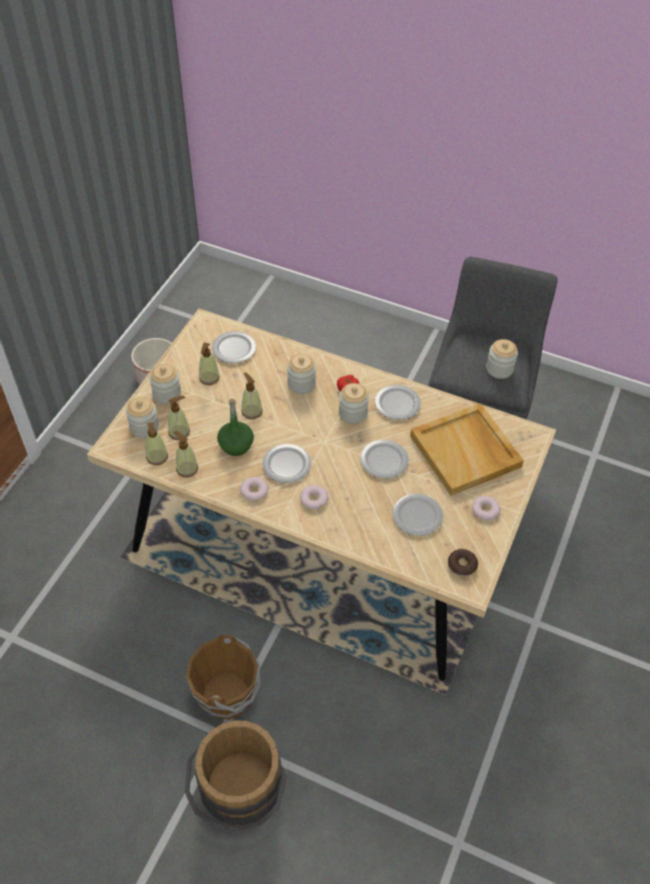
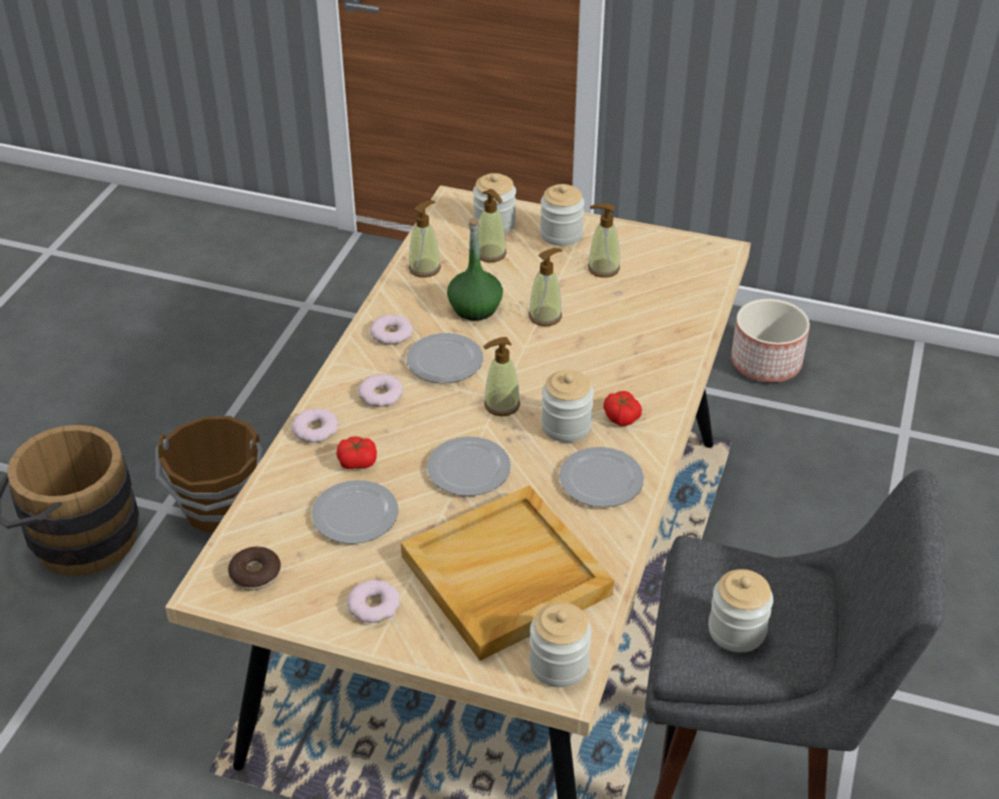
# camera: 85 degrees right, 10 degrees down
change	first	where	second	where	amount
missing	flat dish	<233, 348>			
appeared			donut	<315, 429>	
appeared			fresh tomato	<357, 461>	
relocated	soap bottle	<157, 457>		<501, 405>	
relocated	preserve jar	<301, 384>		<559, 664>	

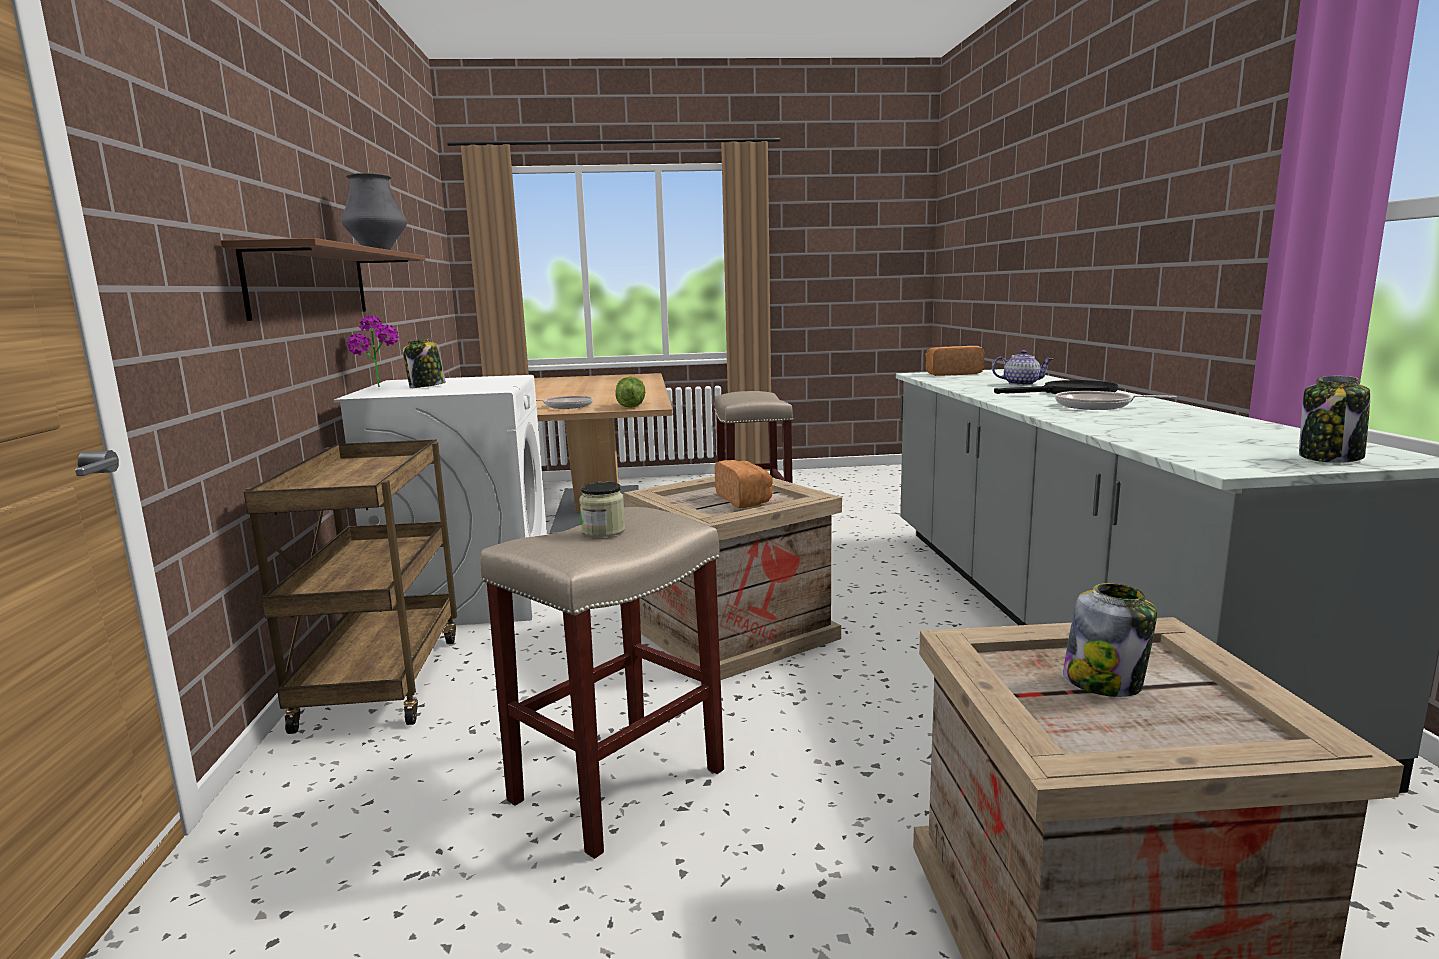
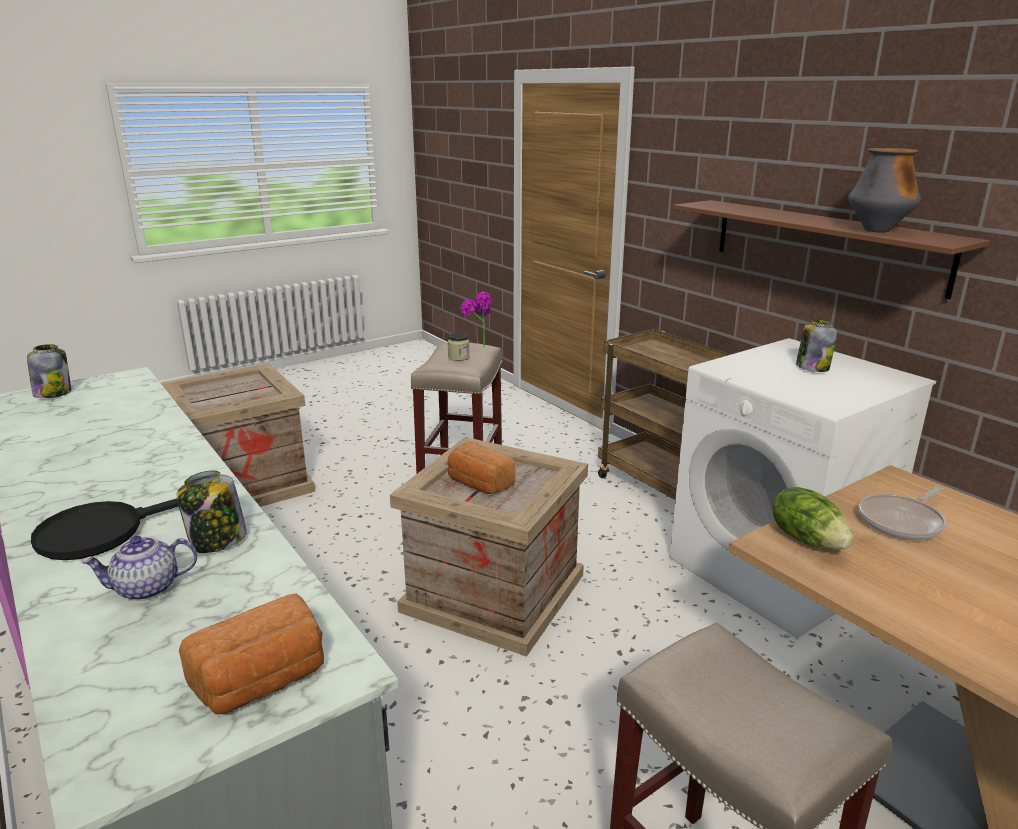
# camera: 150 degrees right, 10 degrees up
change	first	where	second	where	amount
missing	skillet	<1098, 406>			
relocated	houseplant	<380, 387>		<478, 345>	
relocated	preserve jar	<1104, 682>		<217, 541>	

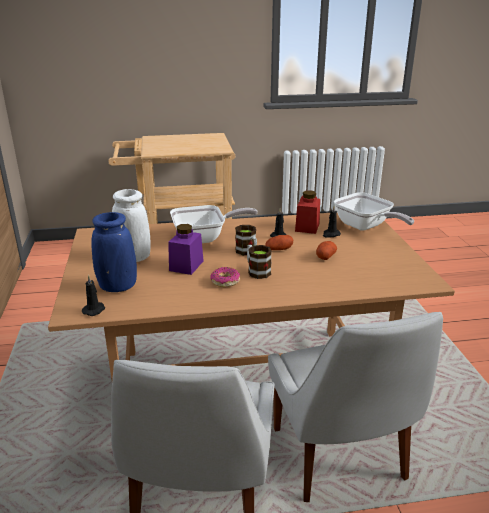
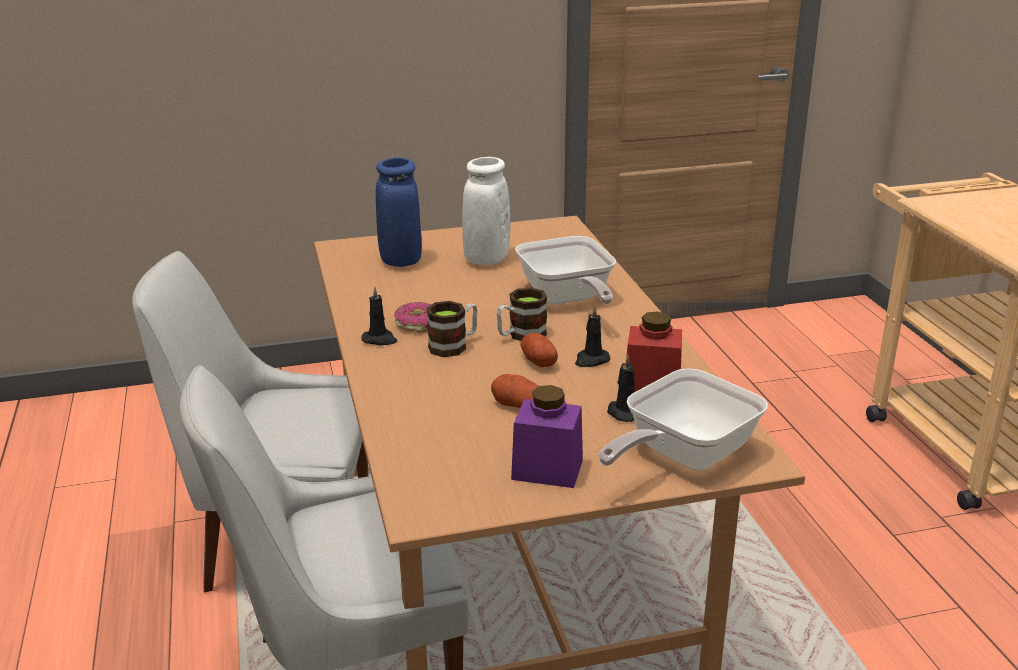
# camera: 85 degrees right, 0 degrees up
change	first	where	second	where	amount
relocated	blackish candle	<94, 310>		<380, 340>	
relocated	purplish preserve jar	<186, 266>		<547, 469>	

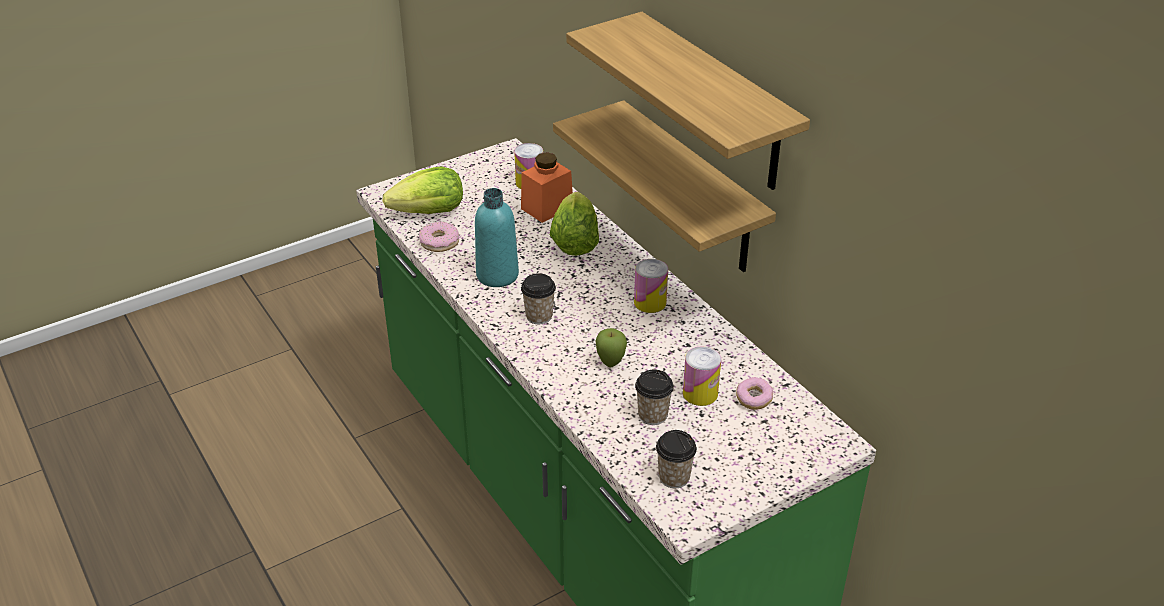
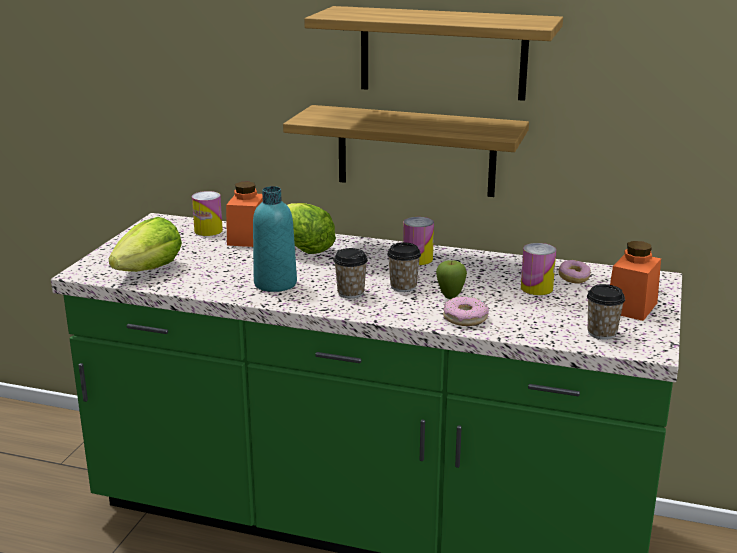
# camera: 40 degrees left, 15 degrees down
change	first	where	second	where	amount
appeared			orange preserve jar	<631, 307>	
relocated	donut	<439, 242>		<465, 318>	
relocated	cup	<652, 415>		<403, 287>	

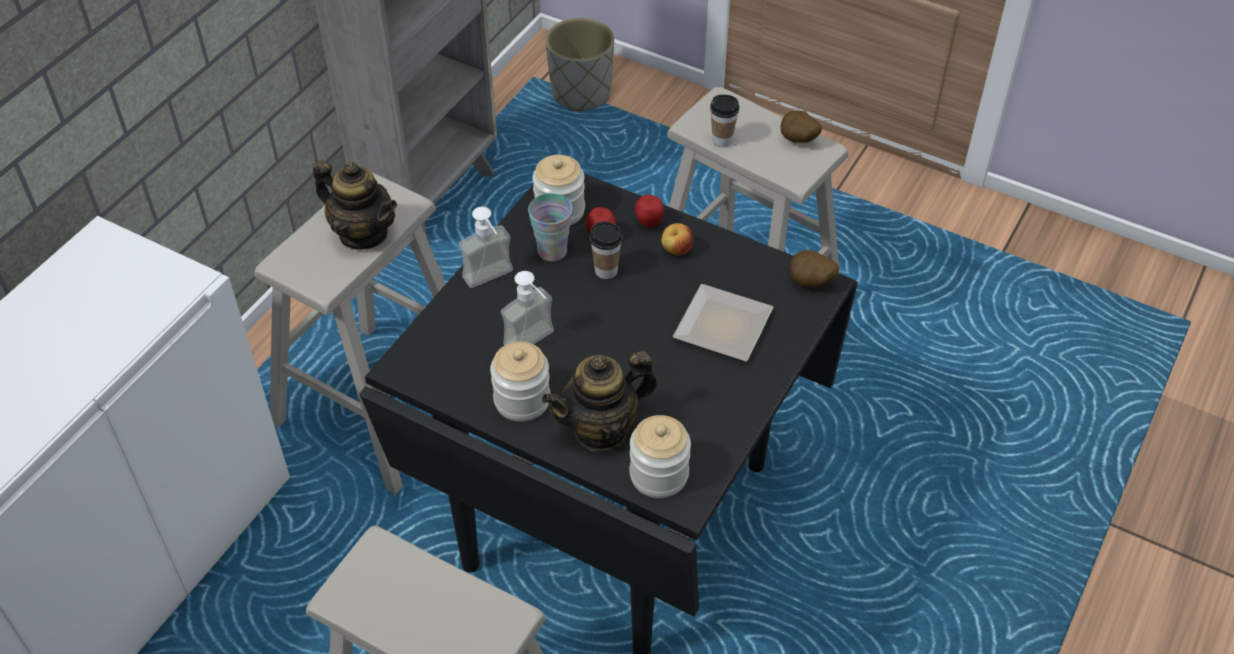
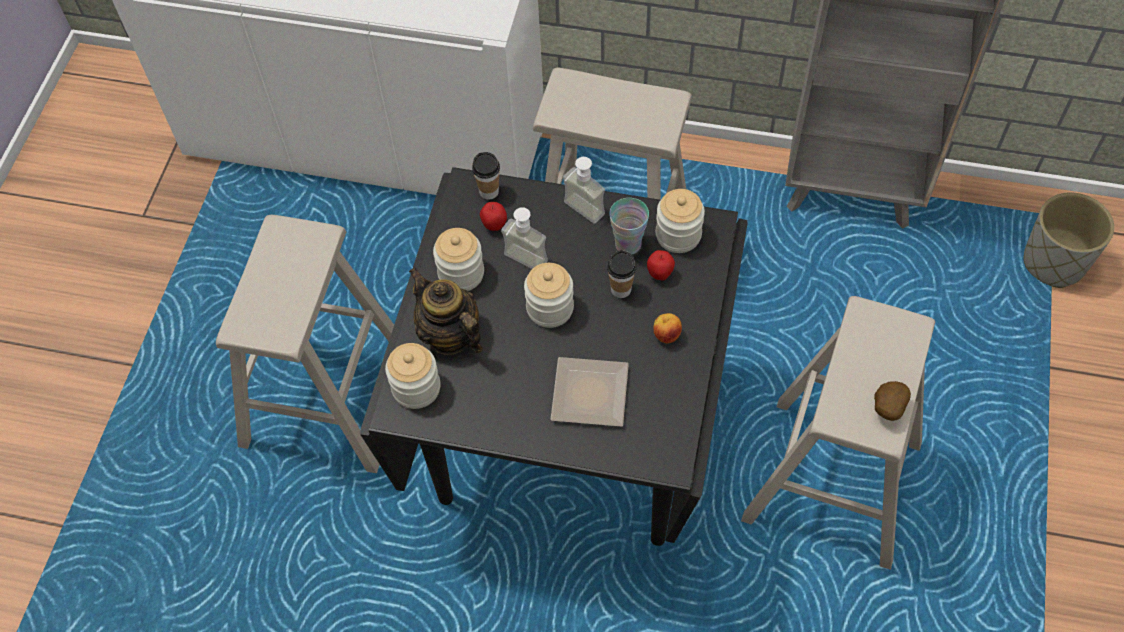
# camera: 75 degrees right, 10 degrees up
change	first	where	second	where	amount
missing	tea pot	<363, 233>			
missing	whole potato	<810, 283>			
appeared			preserve jar	<550, 308>	
relocated	apple	<649, 224>		<494, 225>	
relocated	cup	<722, 140>		<489, 191>	

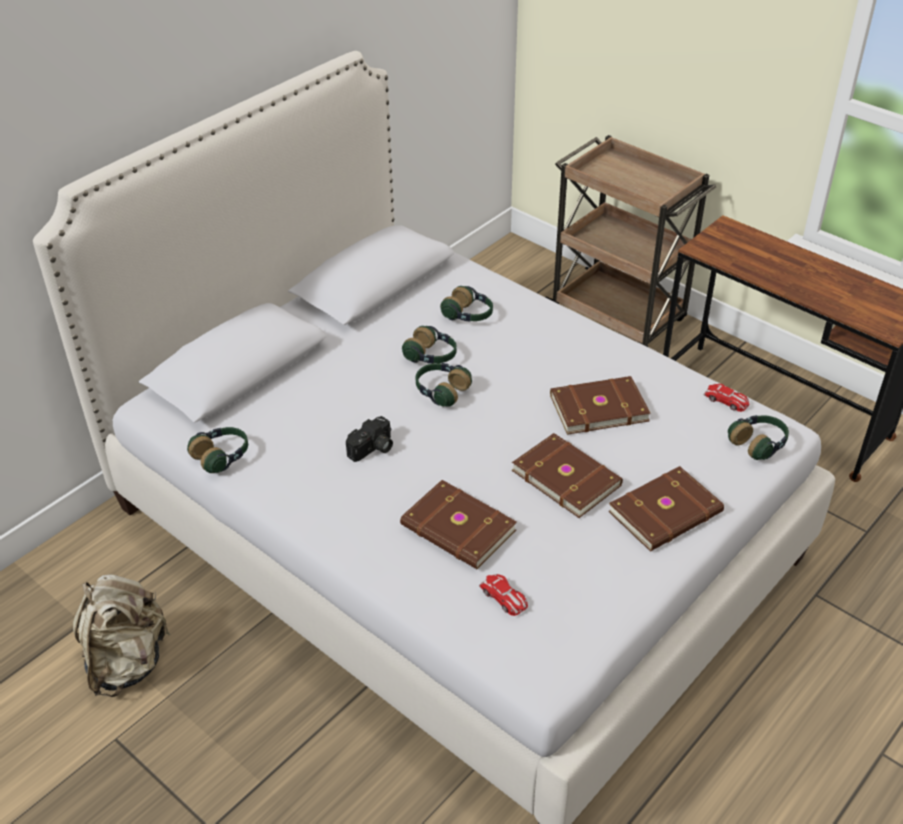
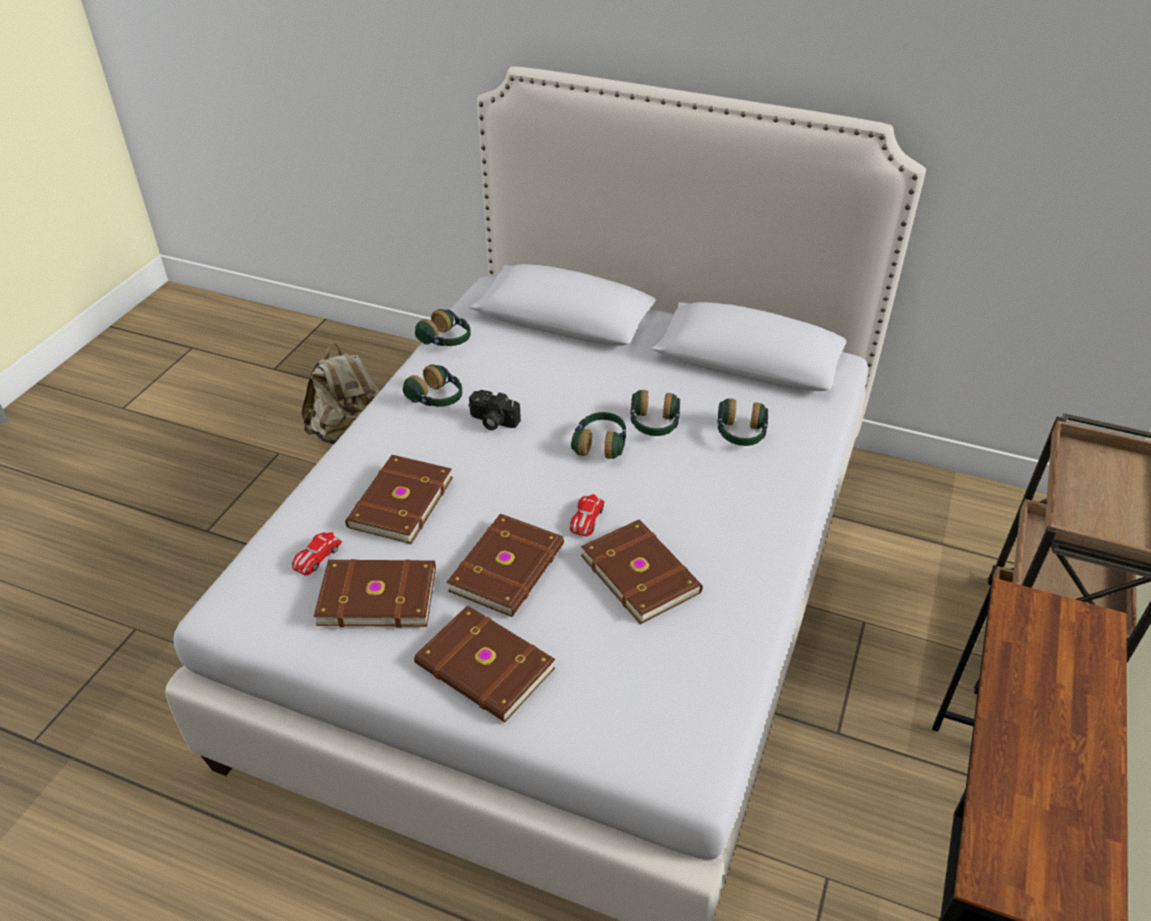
# camera: 70 degrees right, 0 degrees up
change	first	where	second	where	amount
appeared			brown book	<377, 594>	
relocated	toy car	<726, 400>		<586, 518>	
relocated	headset	<758, 444>		<437, 399>	

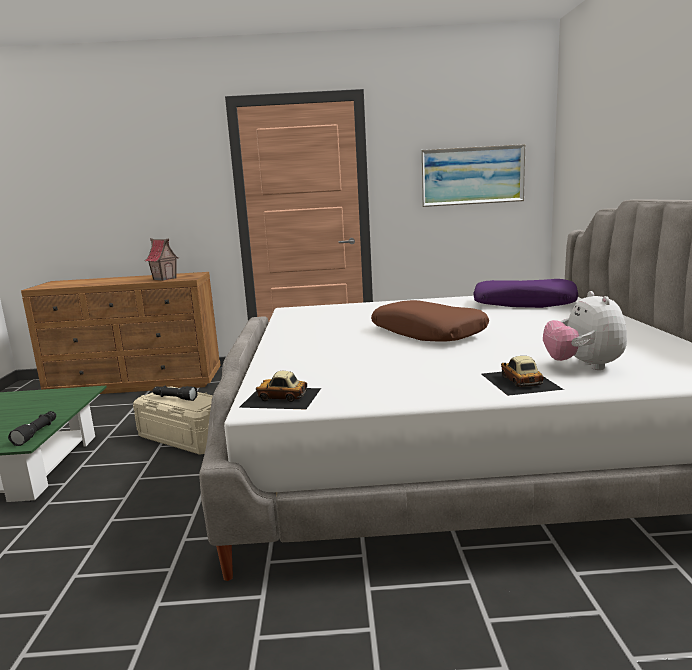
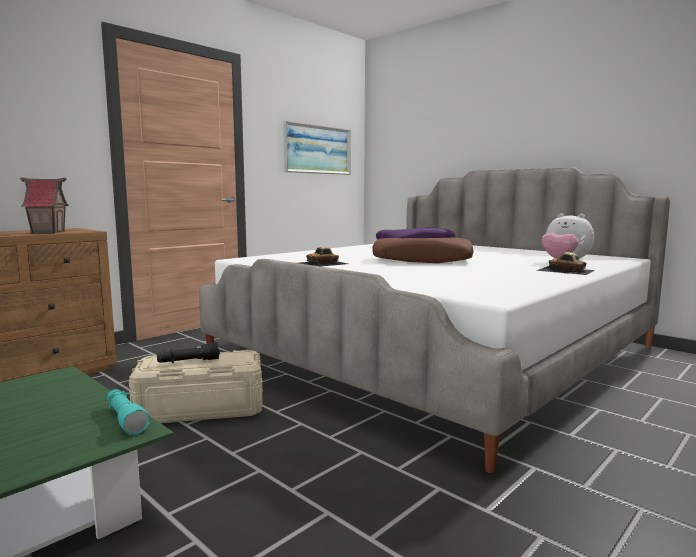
# camera: 45 degrees left, 5 degrees down
change	first	where	second	where	amount
relocated	toy car	<281, 397>		<322, 263>	
colour	blackish hand torch	<37, 433>	turquoise-coloured hand torch	<125, 419>	

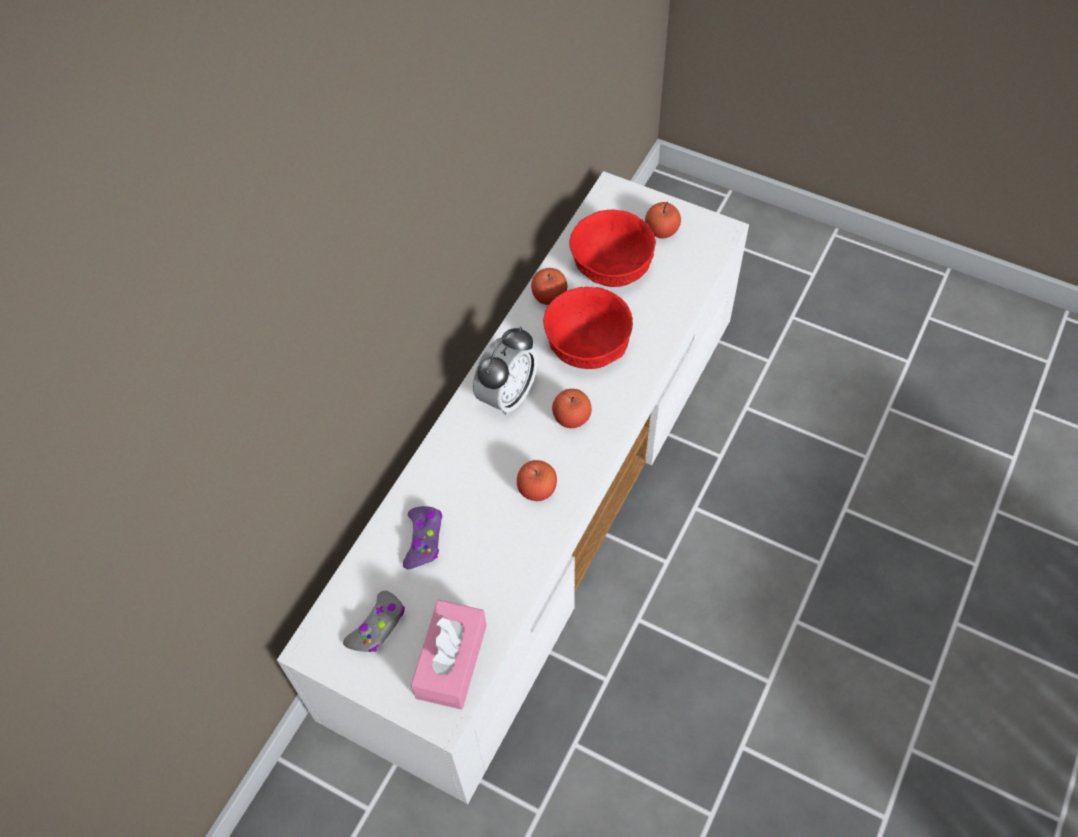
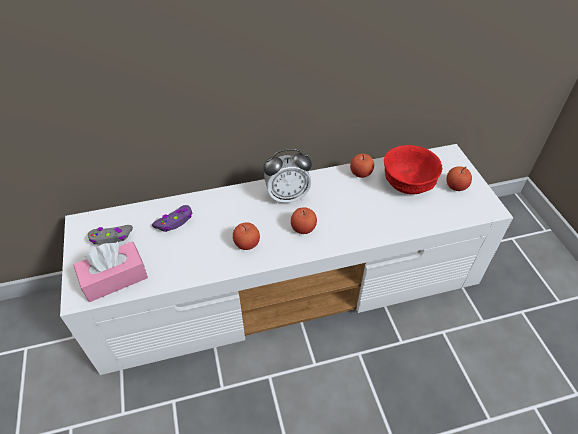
# camera: 45 degrees right, 10 degrees down
change	first	where	second	where	amount
missing	reddish serving bowl	<589, 346>			

